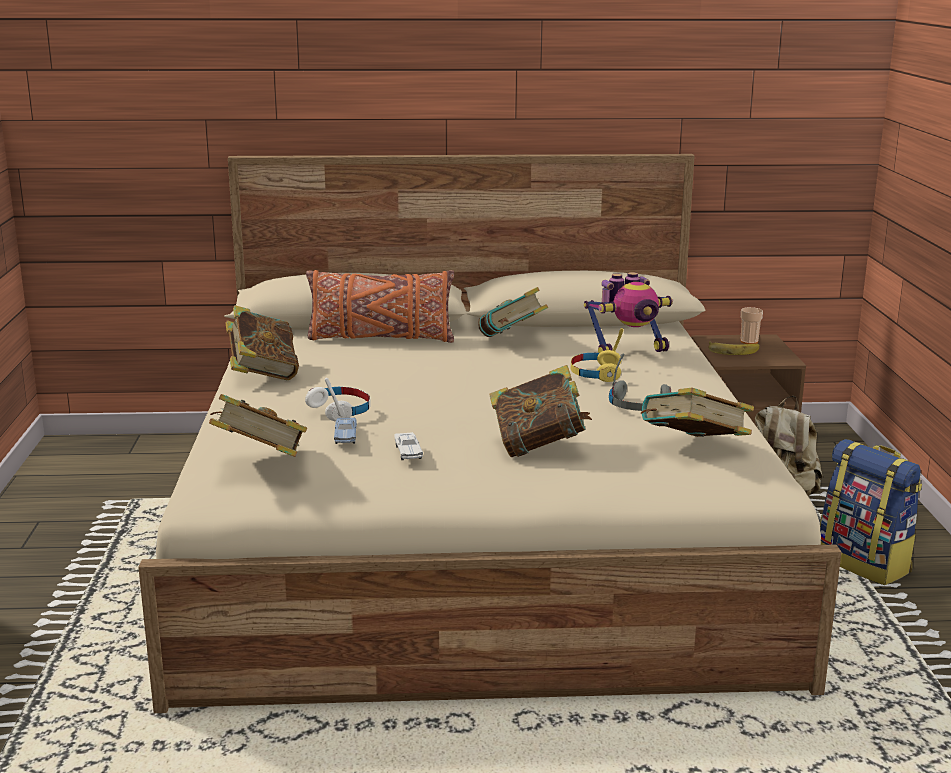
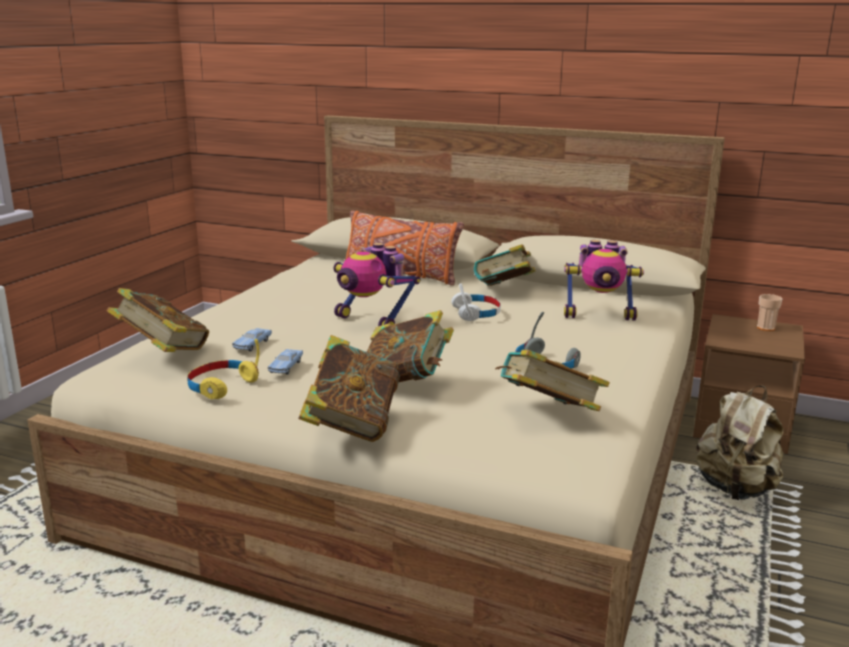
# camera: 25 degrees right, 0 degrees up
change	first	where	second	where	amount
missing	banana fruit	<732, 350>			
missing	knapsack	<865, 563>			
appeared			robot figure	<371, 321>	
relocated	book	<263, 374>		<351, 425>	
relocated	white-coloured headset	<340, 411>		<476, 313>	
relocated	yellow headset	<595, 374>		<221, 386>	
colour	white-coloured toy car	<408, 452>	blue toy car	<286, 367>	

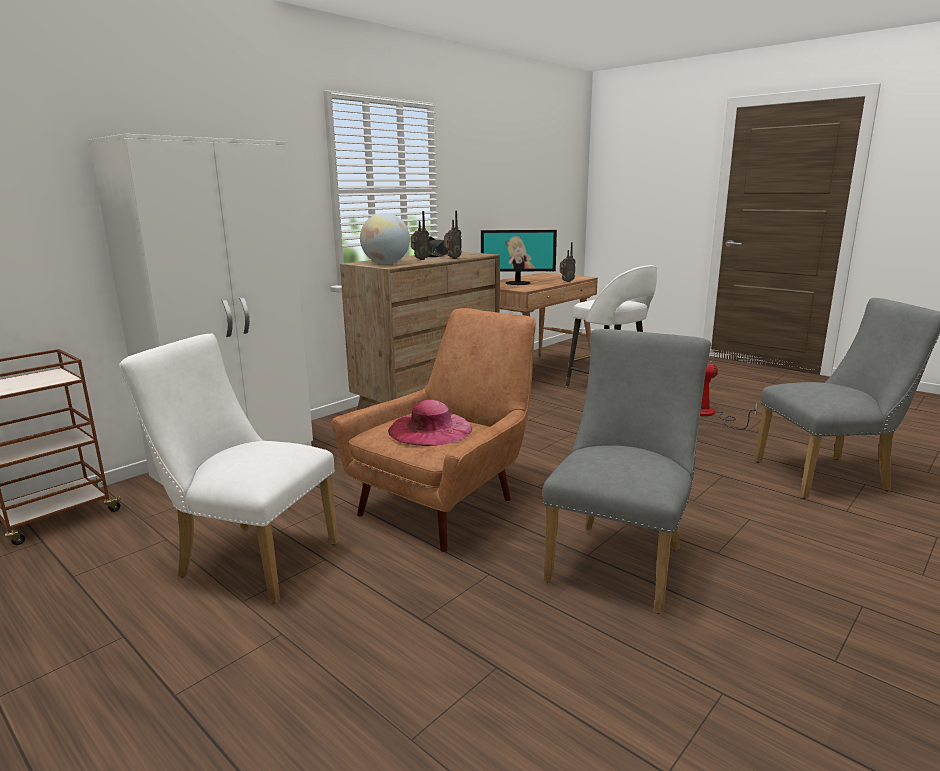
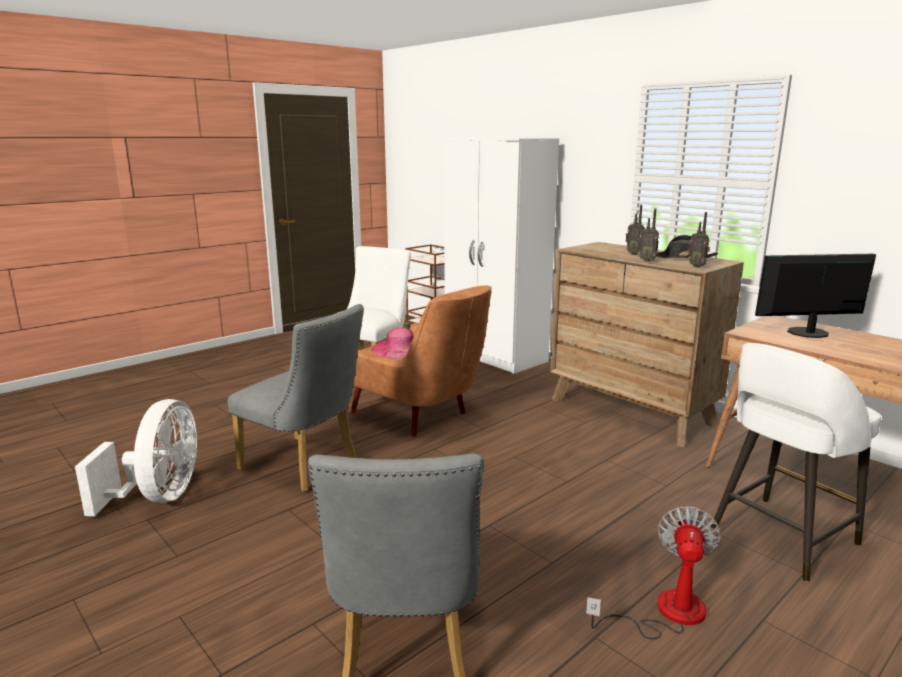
# camera: 95 degrees right, 0 degrees up
change	first	where	second	where	amount
missing	desk globe	<386, 264>			
appeared			white-coloured cooling fan	<159, 496>	
relocated	radio	<566, 282>		<697, 266>	
spun	computer display	<518, 283>		<808, 333>	75 degrees clockwise

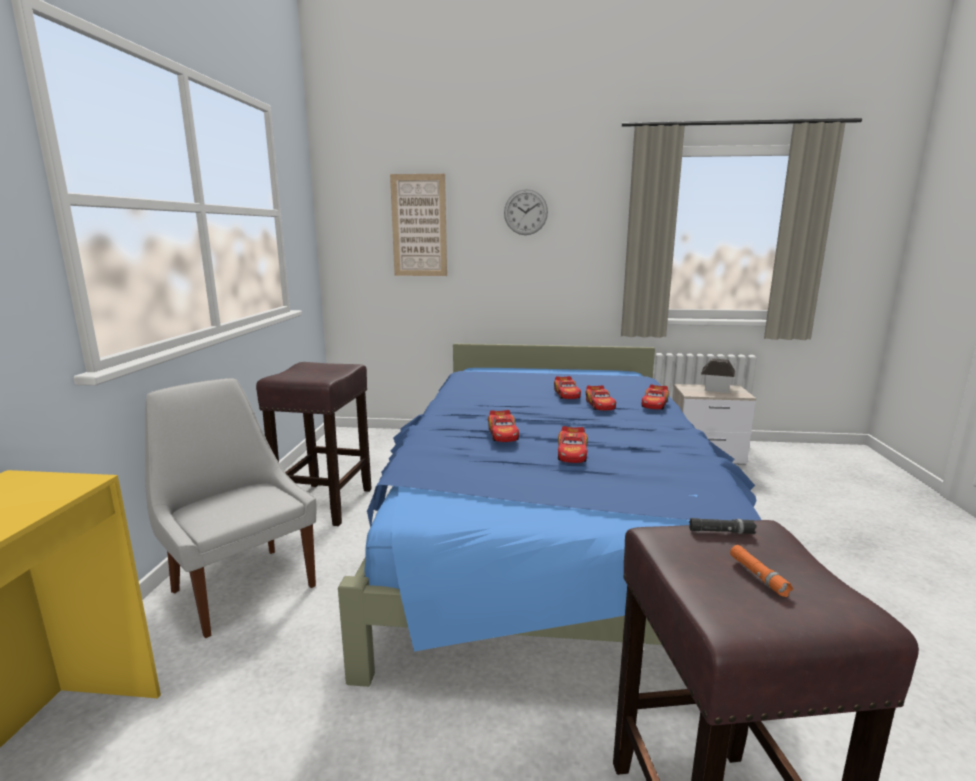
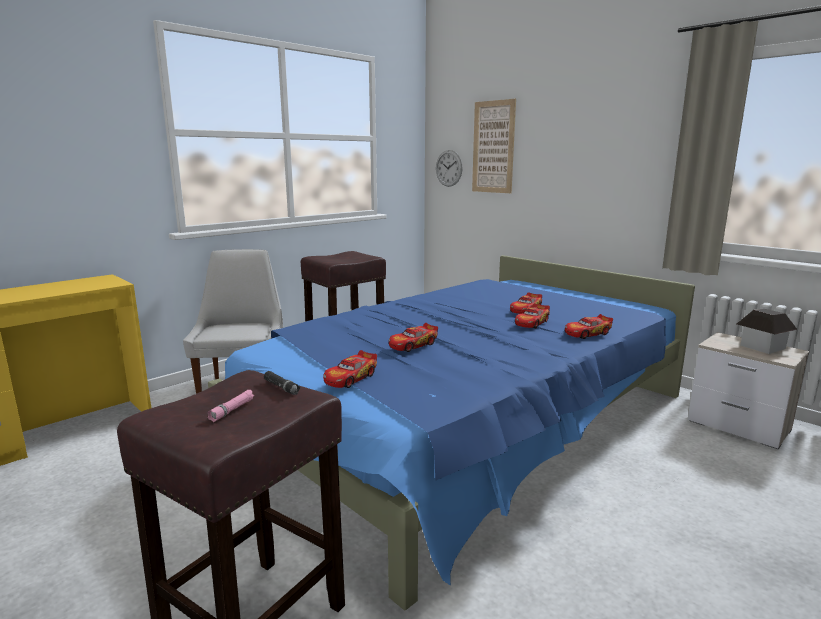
# camera: 40 degrees right, 0 degrees up
change	first	where	second	where	amount
relocated	toy car	<503, 434>		<350, 378>	
relocated	clock on the wall	<525, 212>		<448, 168>	
colour	orange hand torch	<758, 576>	pink-coloured hand torch	<232, 410>	

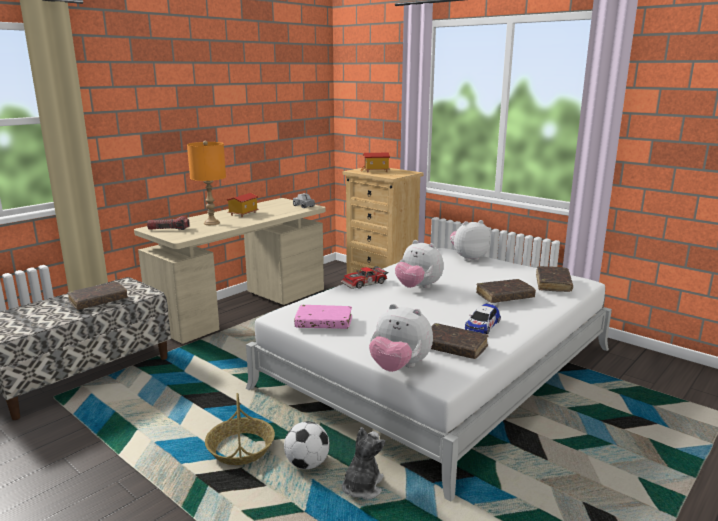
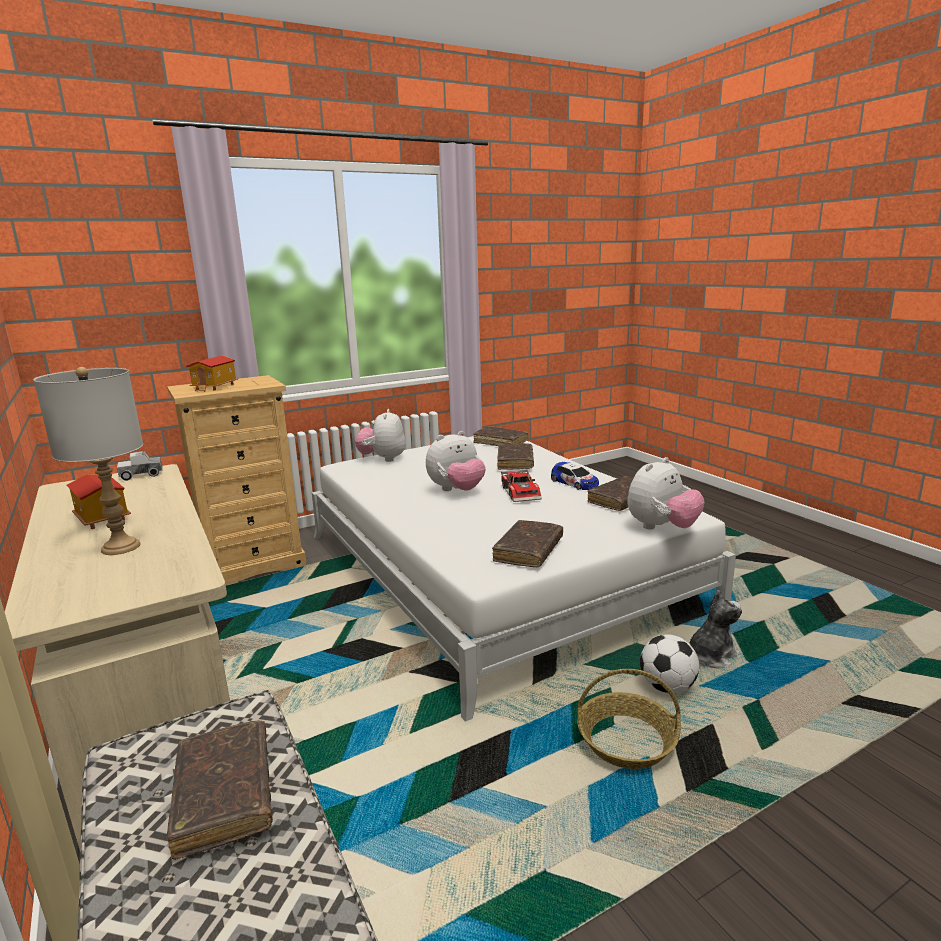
# camera: 70 degrees left, 0 degrees up
change	first	where	second	where	amount
missing	hand torch	<169, 229>			
relocated	toy car	<365, 283>		<522, 492>	
colour	orange lamp for a table	<212, 223>	gray lamp for a table	<121, 547>	
colour	pink-coloured book	<323, 323>	brown book	<528, 551>	
spun	cuddly toy	<362, 486>		<710, 656>	105 degrees clockwise

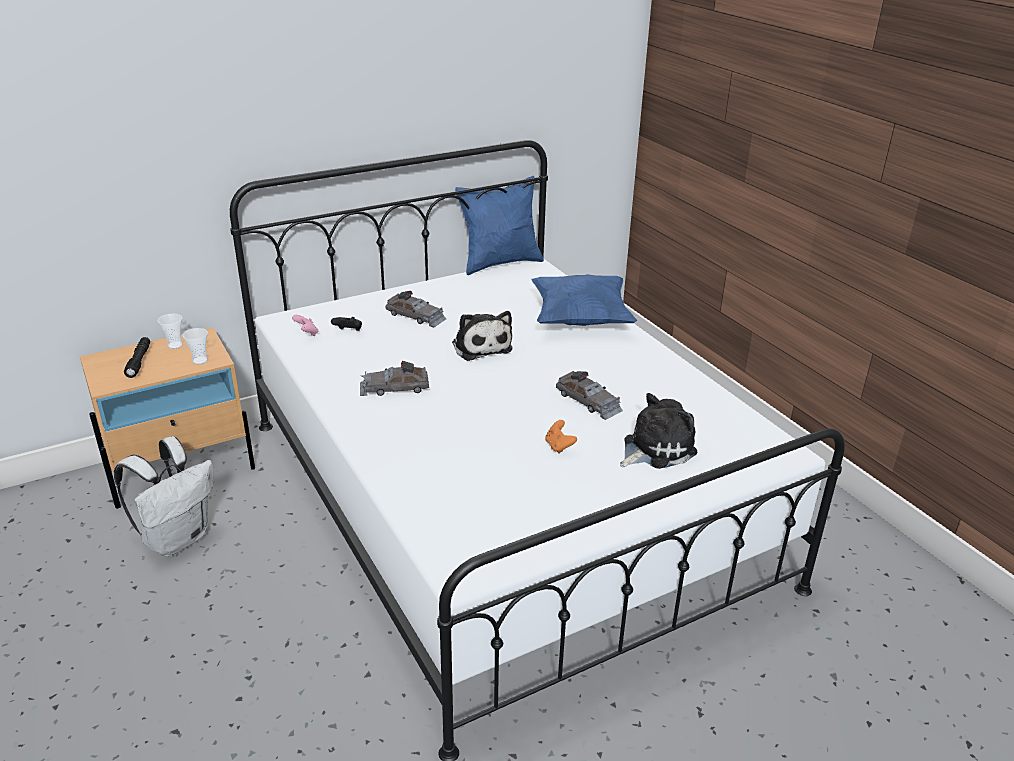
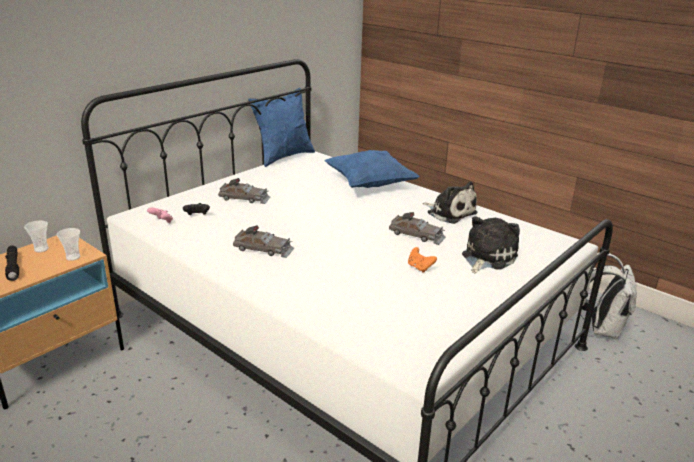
# camera: 20 degrees left, 5 degrees down
change	first	where	second	where	amount
relocated	white-coloured knapsack	<177, 538>		<601, 328>	
relocated	cuddly toy	<481, 346>		<449, 212>	
spun	gray toy car	<394, 388>		<263, 249>	135 degrees counterclockwise

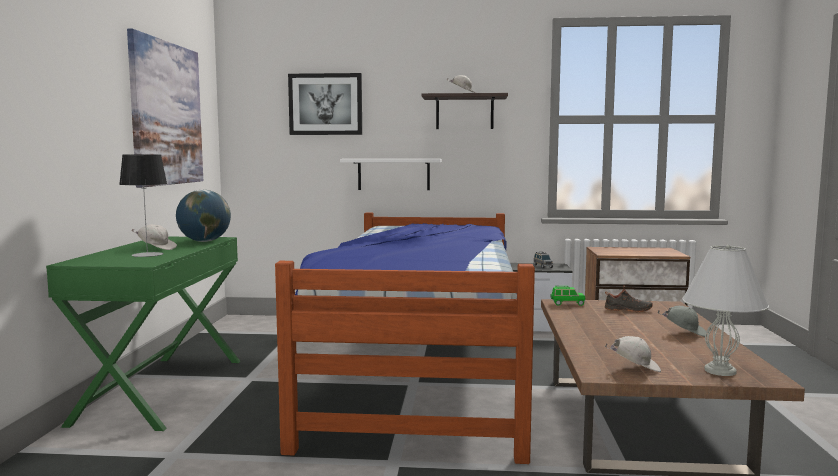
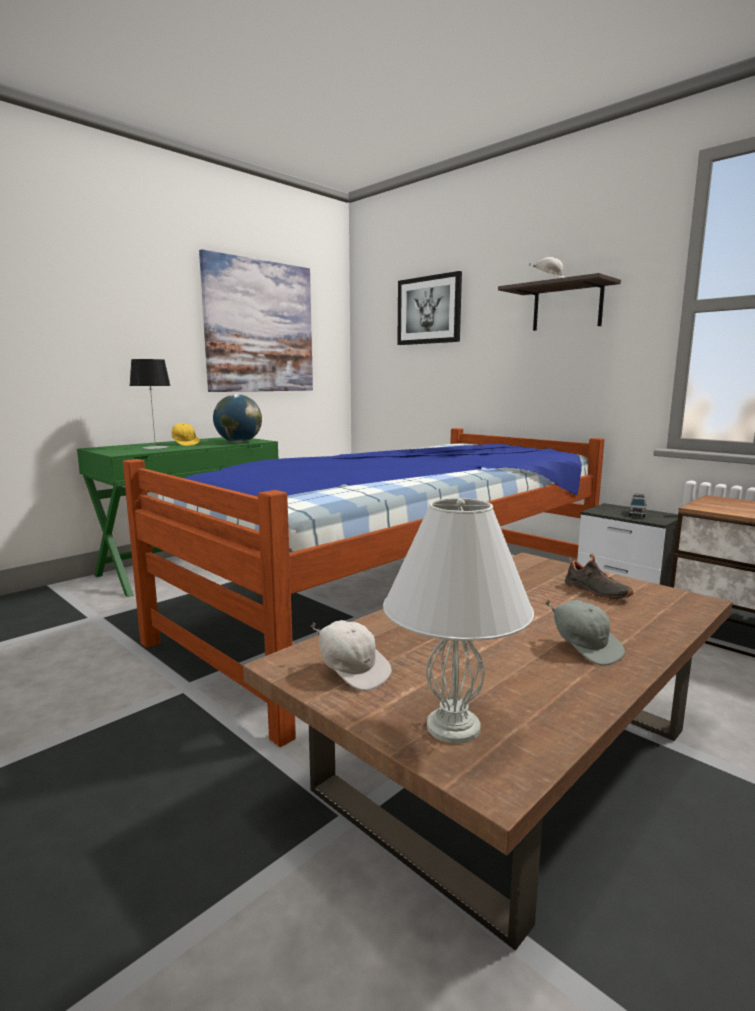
# camera: 40 degrees right, 5 degrees up
change	first	where	second	where	amount
missing	white-coloured wall shelf	<393, 174>			
missing	green toy car	<567, 304>			
colour	white-coloured baseball cap	<156, 248>	yellow baseball cap	<185, 444>	

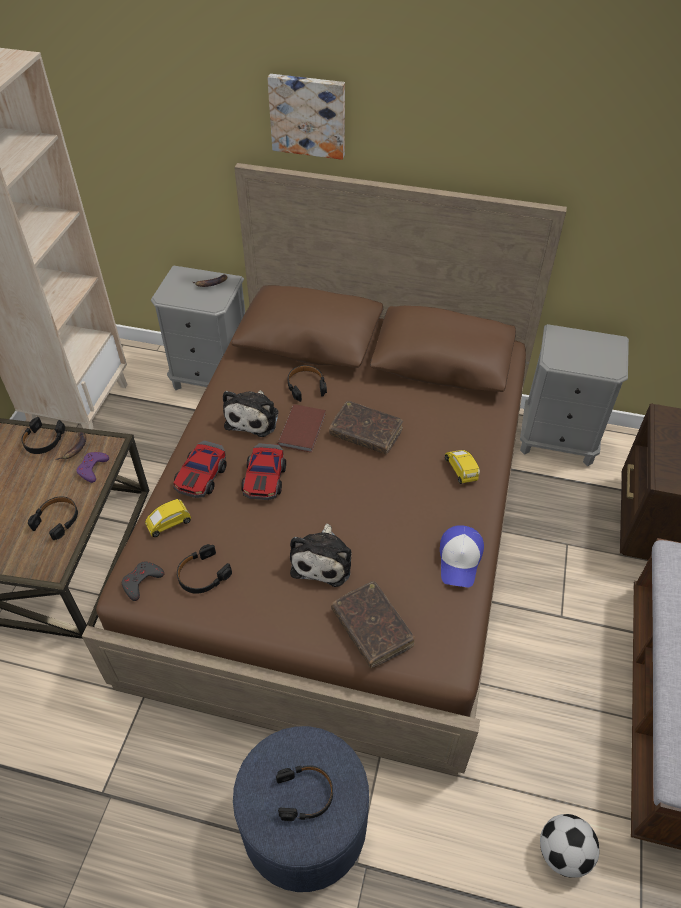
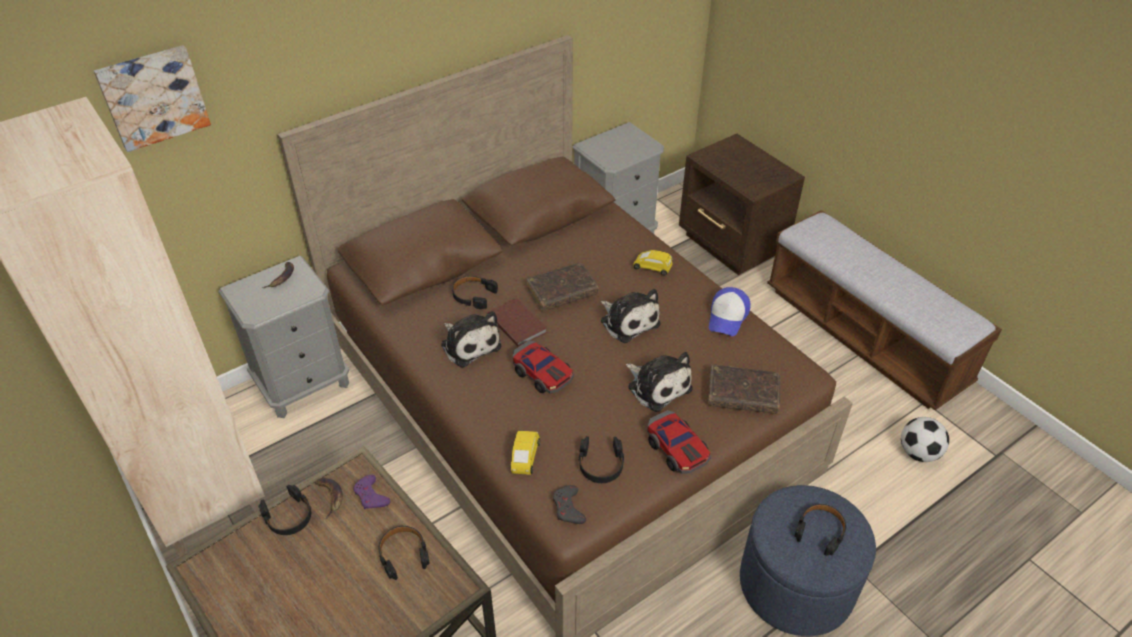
# camera: 50 degrees left, 5 degrees down
change	first	where	second	where	amount
appeared			cuddly toy	<628, 321>	
relocated	toy car	<202, 476>		<677, 449>	
relocated	picture	<308, 115>		<153, 96>	
spun	baseball cap	<460, 560>		<728, 317>	60 degrees clockwise

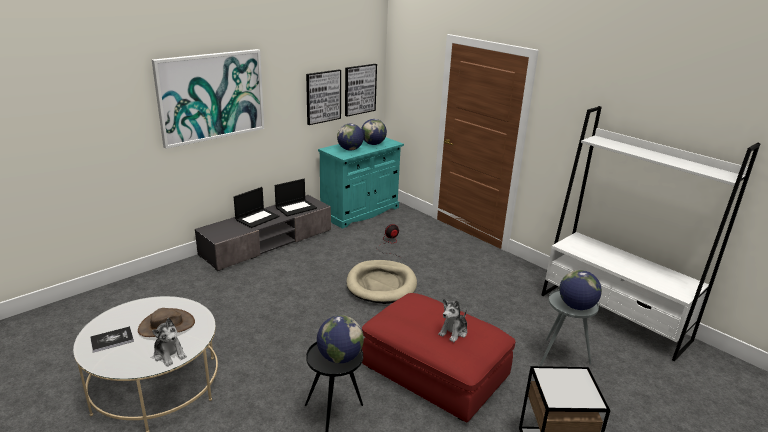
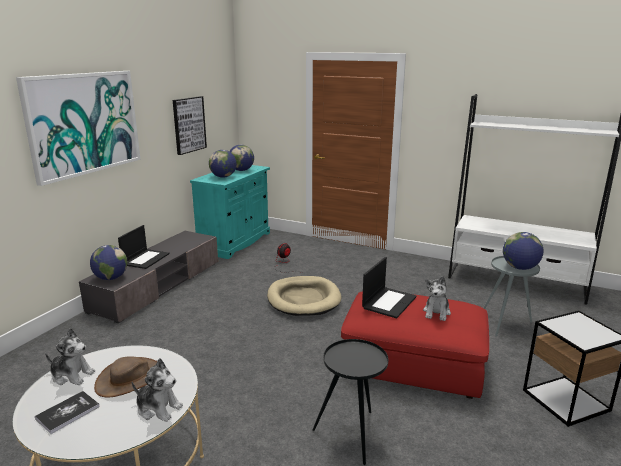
# camera: 20 degrees left, 5 degrees down
change	first	where	second	where	amount
missing	picture	<359, 89>			
appeared			cuddly toy	<72, 375>	
relocated	notebook computer	<296, 207>		<389, 302>	
relocated	desk globe	<340, 357>		<111, 278>	

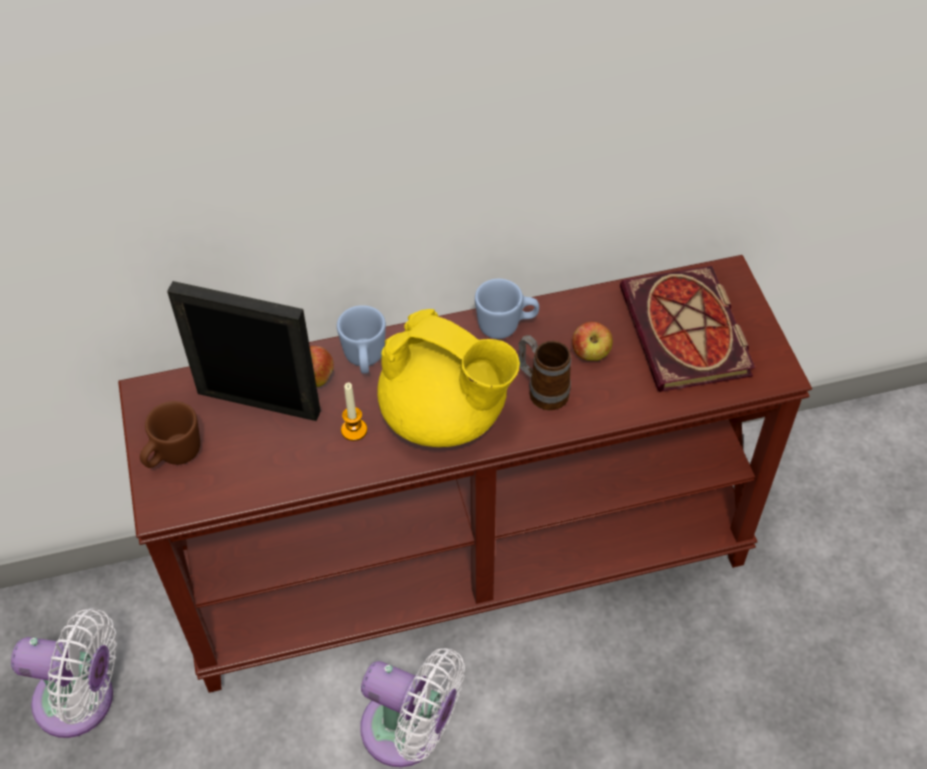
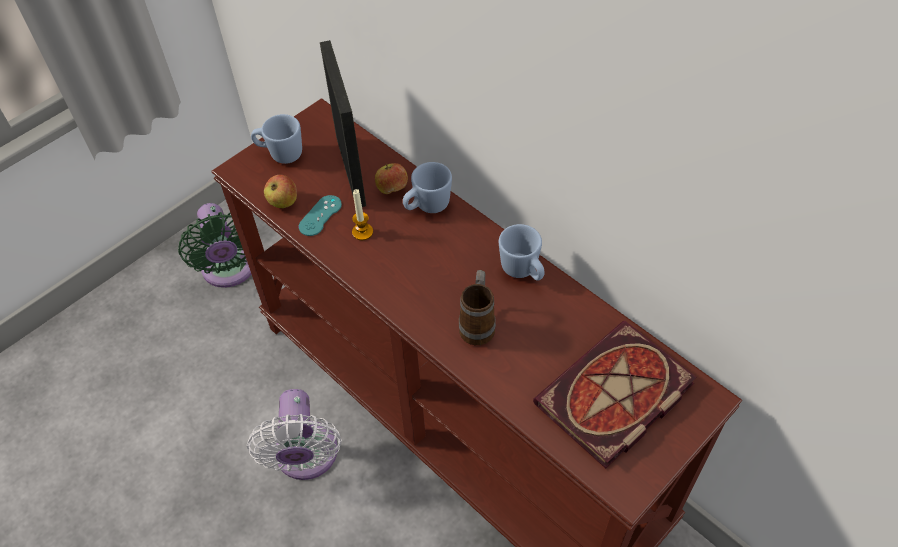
# camera: 60 degrees right, 0 degrees up
change	first	where	second	where	amount
missing	yellow tea pot	<445, 415>			
appeared			turquoise-coloured gamepad	<320, 215>	
relocated	apple	<591, 353>		<283, 202>	
colour	white-coloured cooling fan	<82, 701>	green cooling fan	<229, 270>	
colour	brown mug	<173, 456>	blue mug	<280, 154>	

